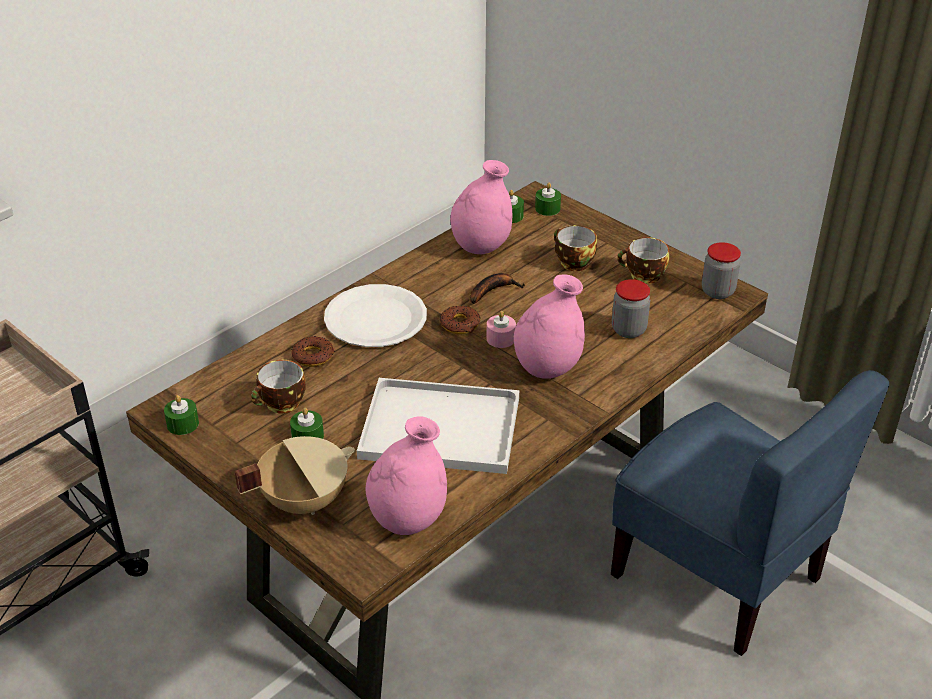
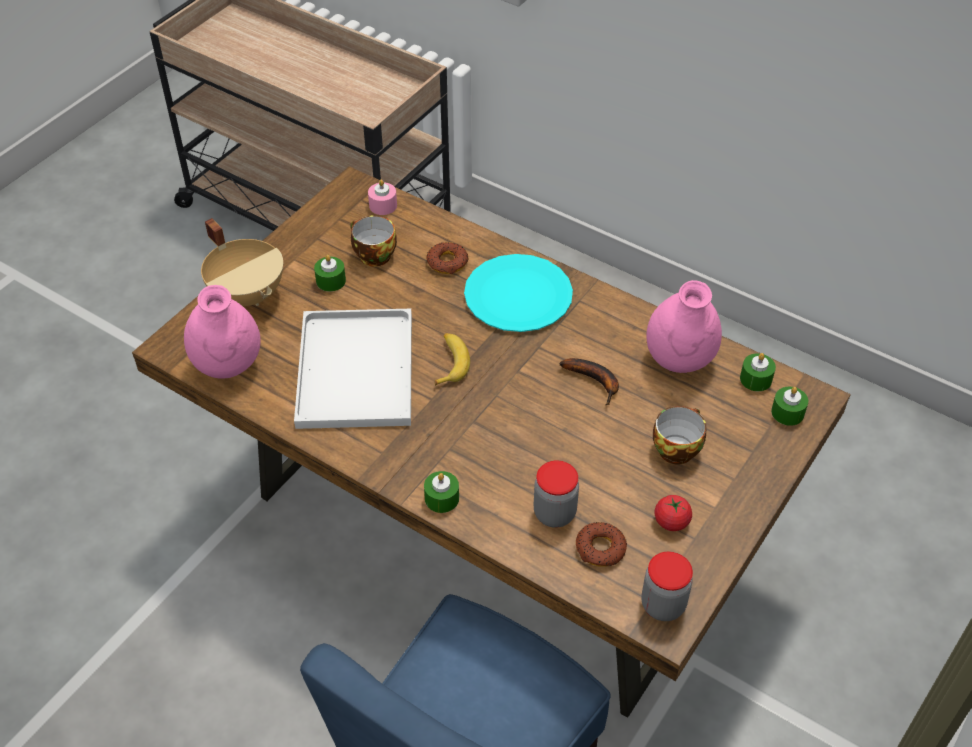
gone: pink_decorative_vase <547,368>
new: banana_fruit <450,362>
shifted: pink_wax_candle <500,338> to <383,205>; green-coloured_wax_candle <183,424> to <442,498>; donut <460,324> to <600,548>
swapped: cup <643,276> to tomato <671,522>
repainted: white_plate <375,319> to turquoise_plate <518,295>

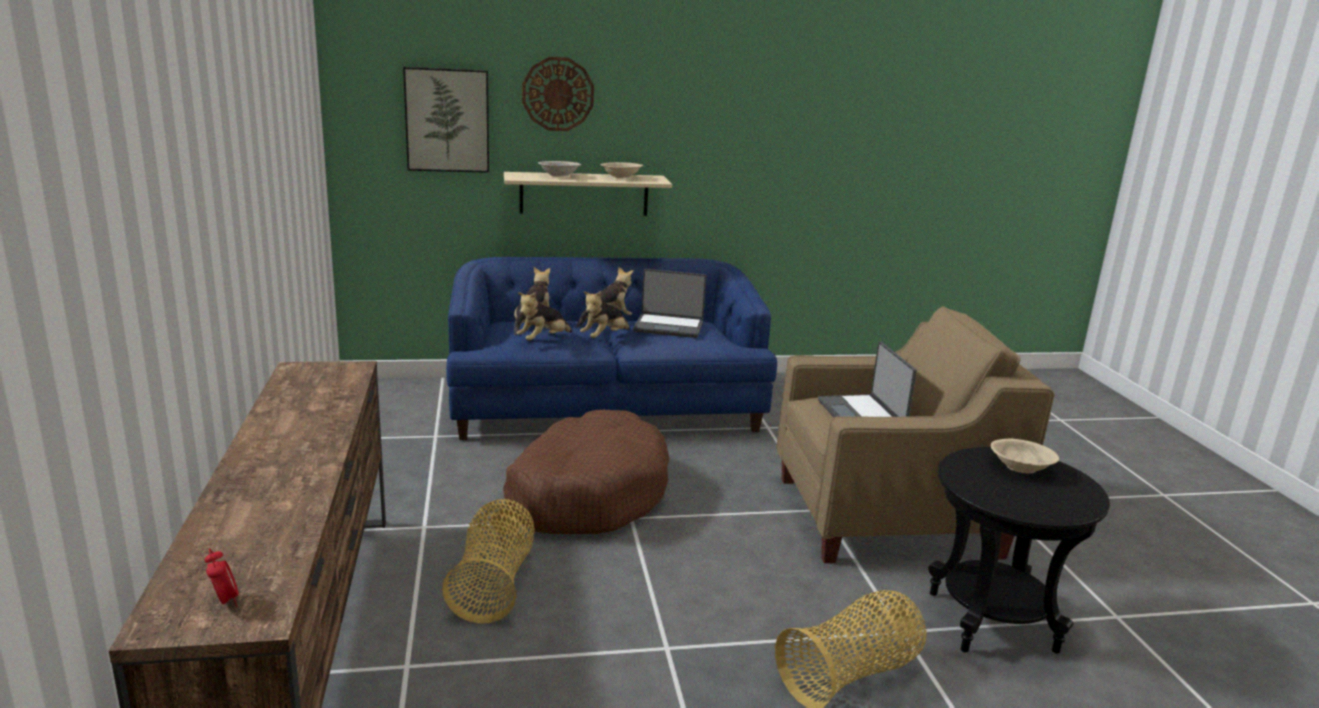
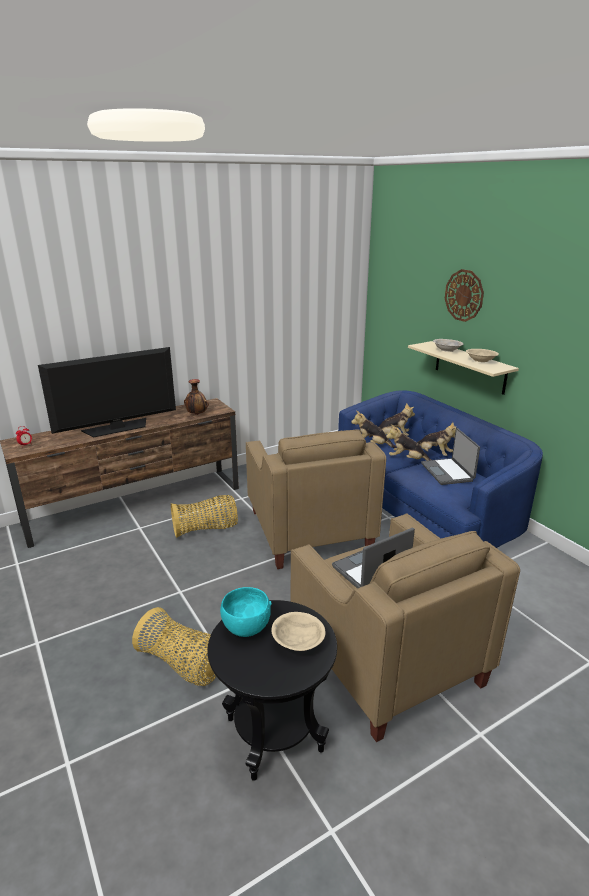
gone: wall_art <447,120>
new: TV <117,428>; decorative_vase <196,414>; turquoise_serving_bowl <246,626>
swapped: brown_pet_bed <587,493> to beige-coloured_armchair <308,530>

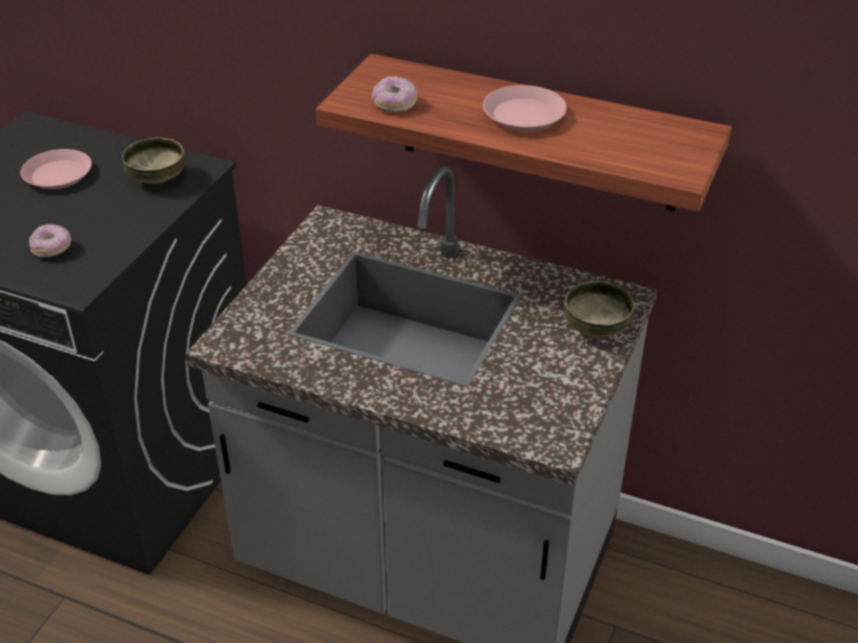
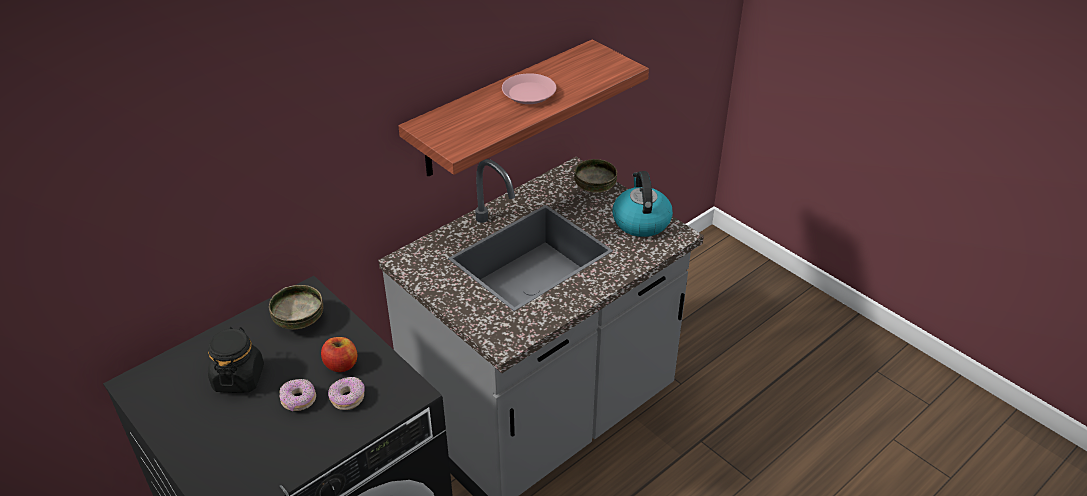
new: whole_apple <341,365>; kettle <640,221>
shifted: donut <394,104> to <299,400>
swapped: pink_plate <58,175> to black_jar <239,378>

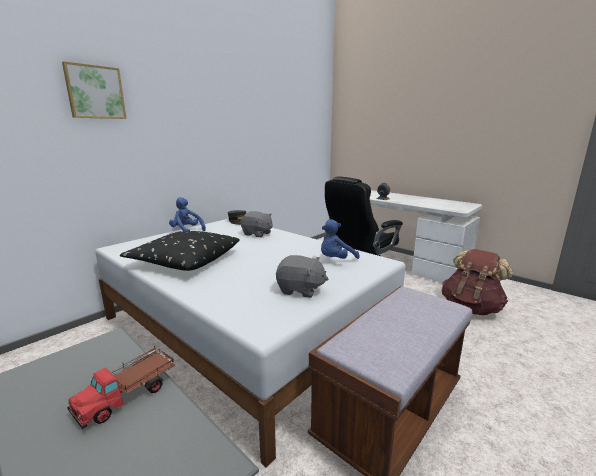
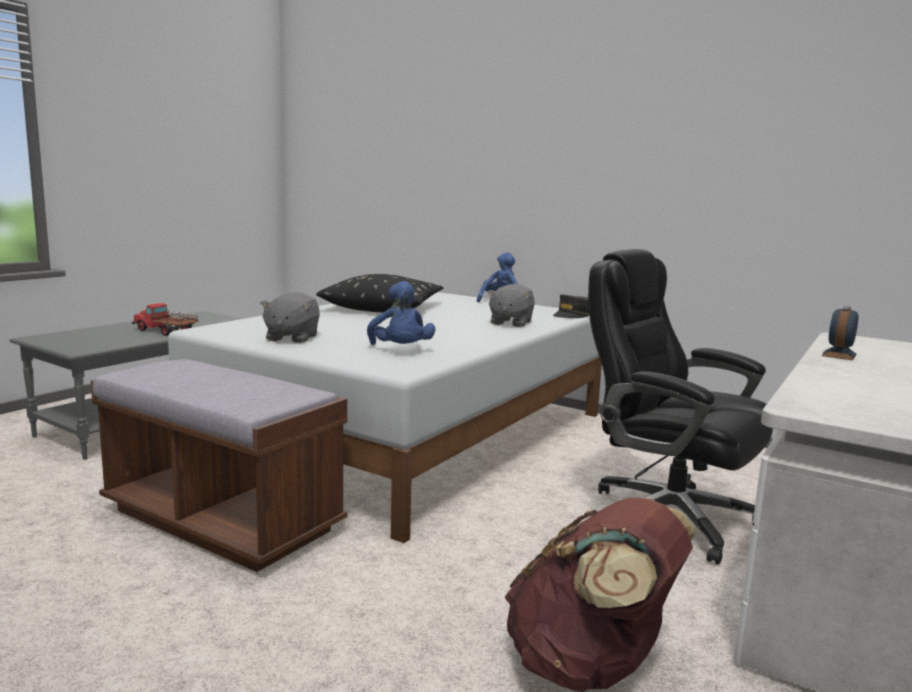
gone: wall_art <95,92>
rotated: blue_plush_toy <336,260> = <400,350> 150 degrees counterclockwise

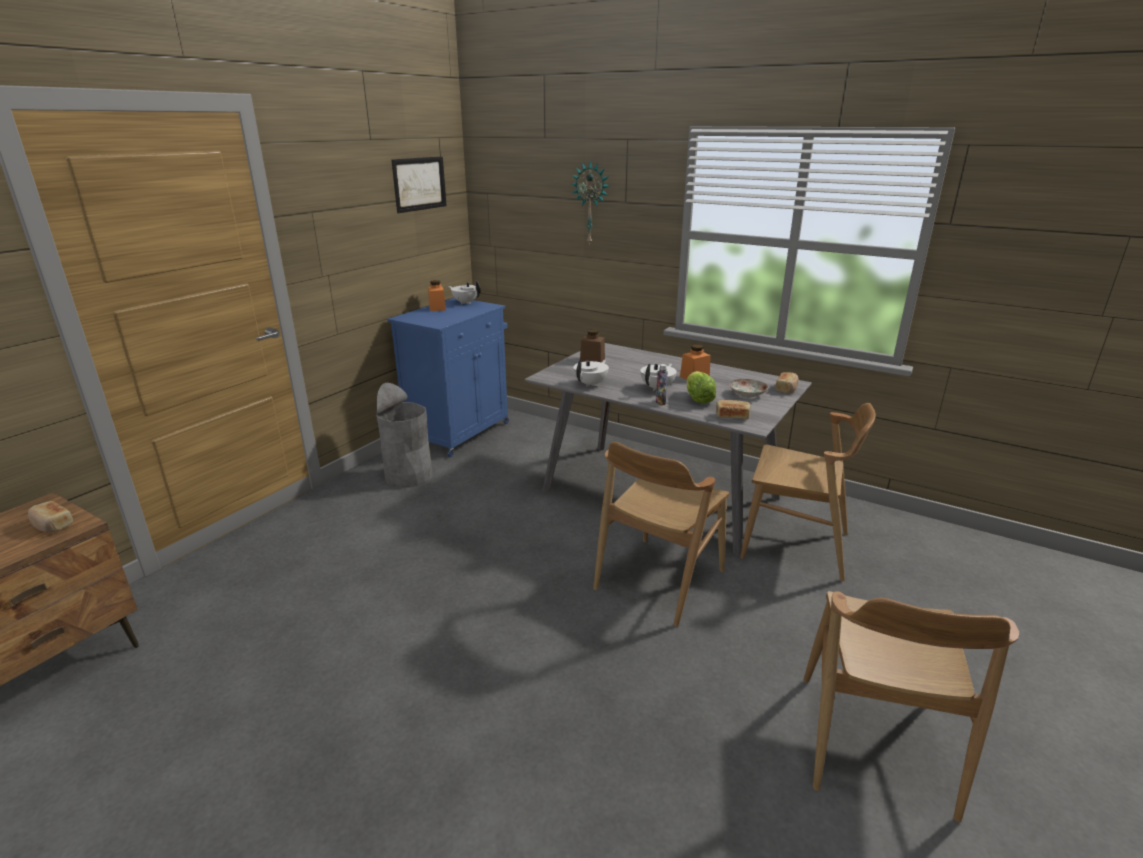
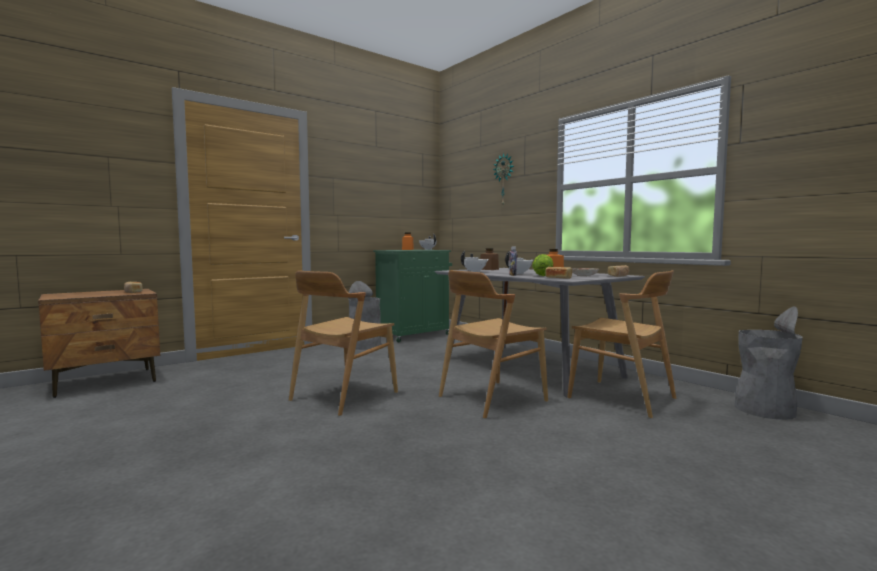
gone: wall_art <419,184>
new: gray_trash_can <764,410>
shifted: brown_plain_chair <873,743> to <343,396>
repainted: blue_cabinet <459,432> to green-coloured_cabinet <414,335>

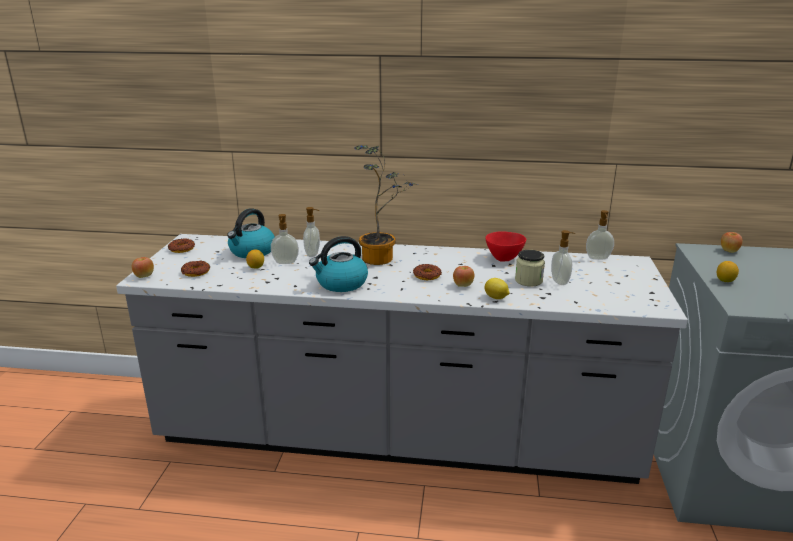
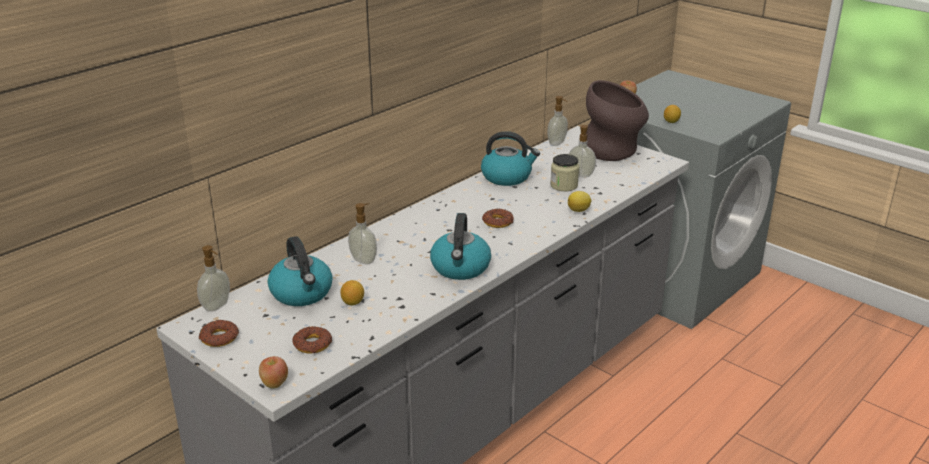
gone: houseplant <382,258>; whole_apple <463,285>
new: brown_decorative_vase <613,152>
shifted: liquid_soap_bottle <285,263> to <217,306>
swapped: red-coloured_serving_bowl <504,258> to kettle <507,177>

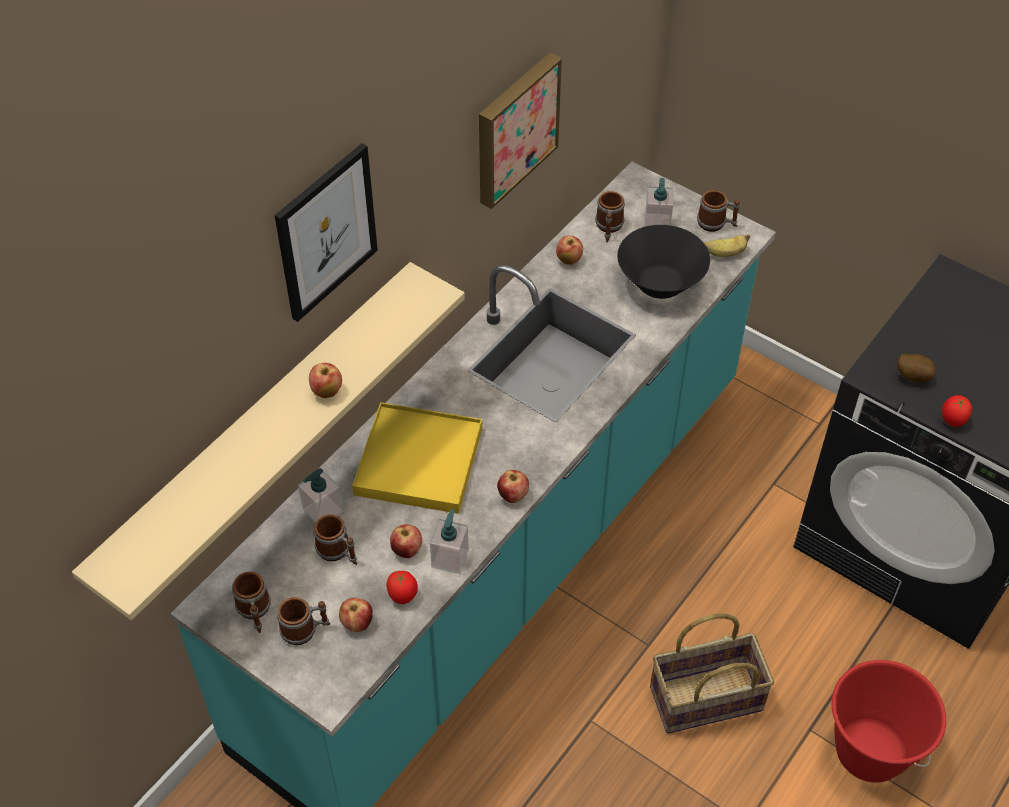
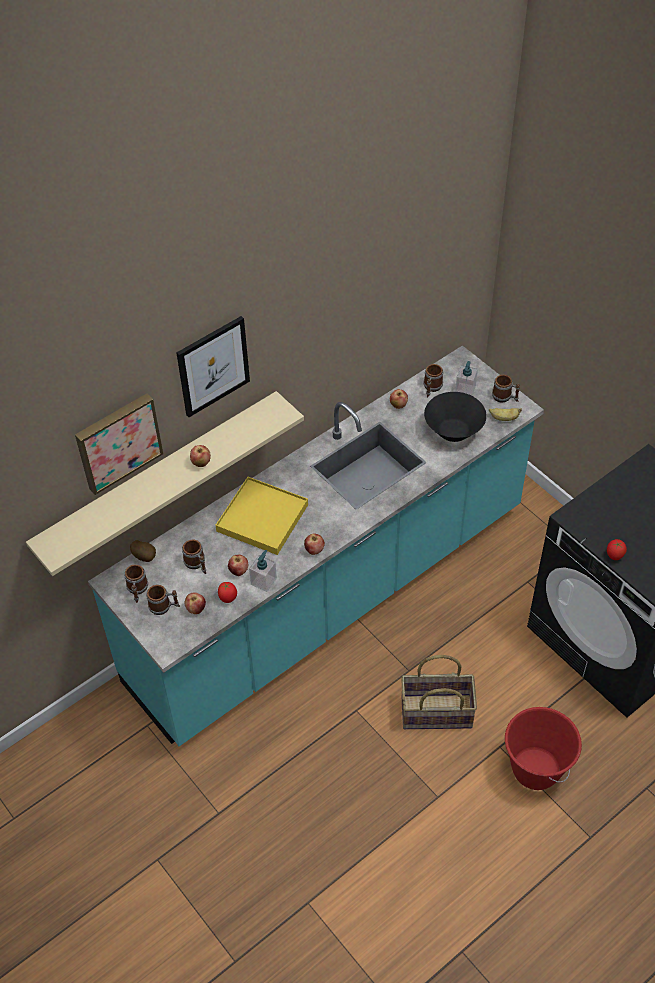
gone: liquid_soap_bottle <322,511>
shifted: wall_art <514,128> to <117,441>; potato <912,376> to <145,556>

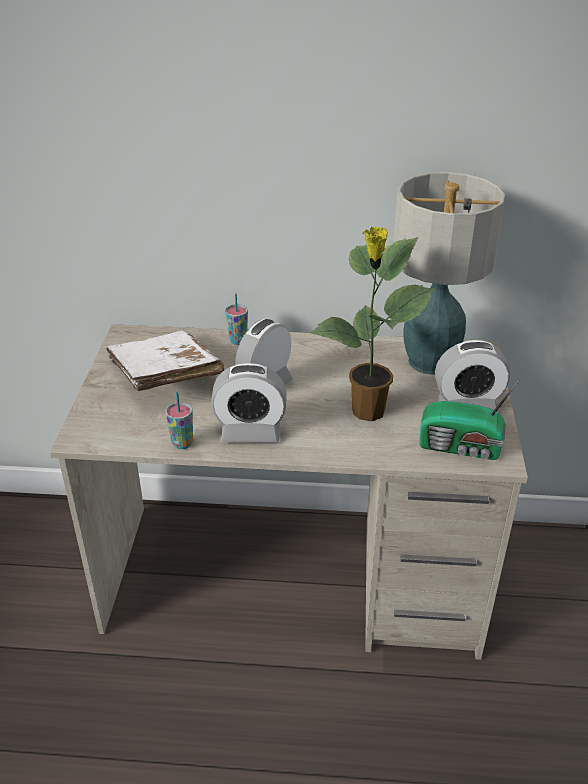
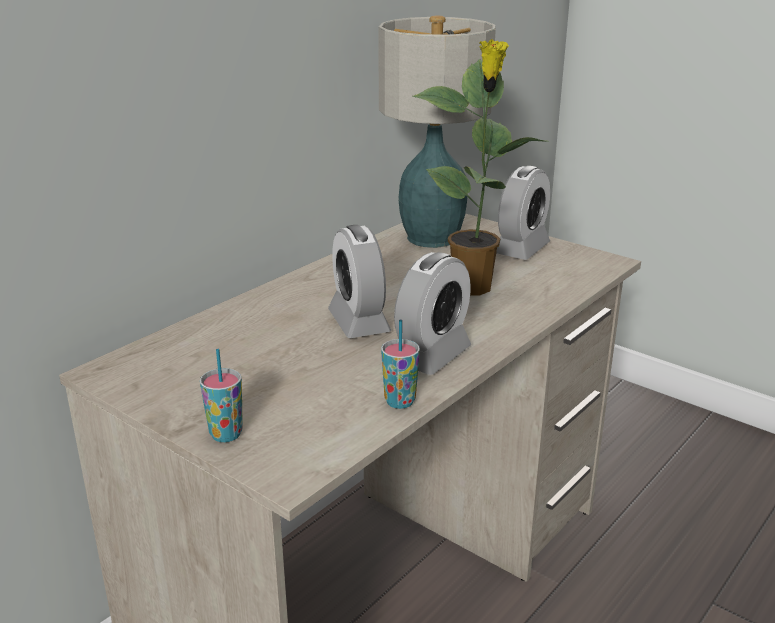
gone: white_book <165,377>; radio_set <462,447>
shifted: cup <238,340> to <226,434>

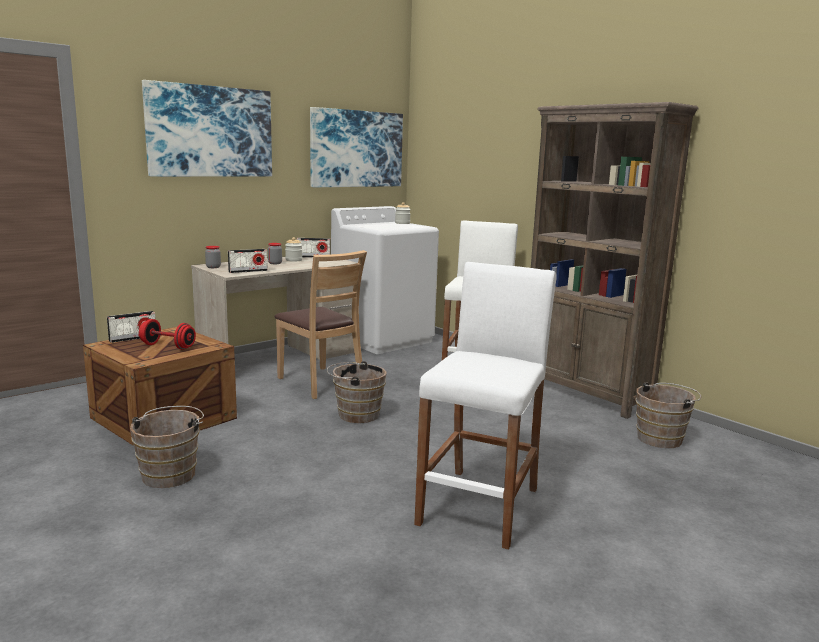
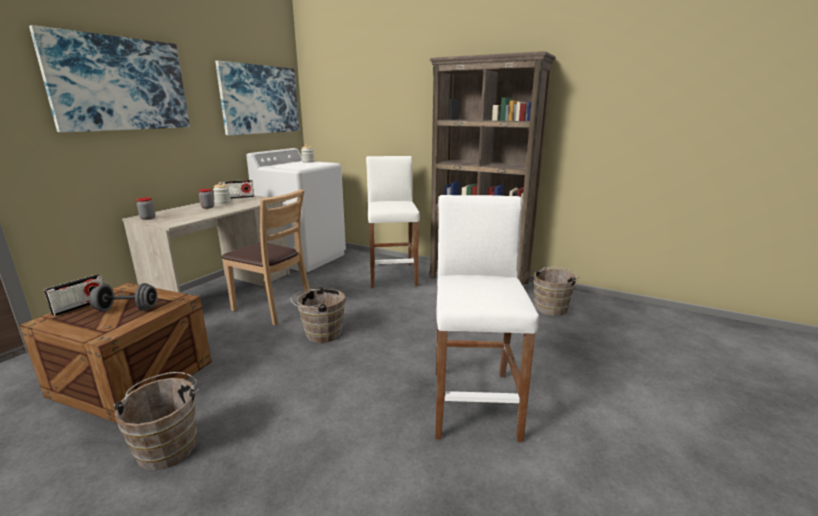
gone: radio_set <248,271>
repainted: red-coloured_dumbbell <168,346> to gray_dumbbell <127,309>

